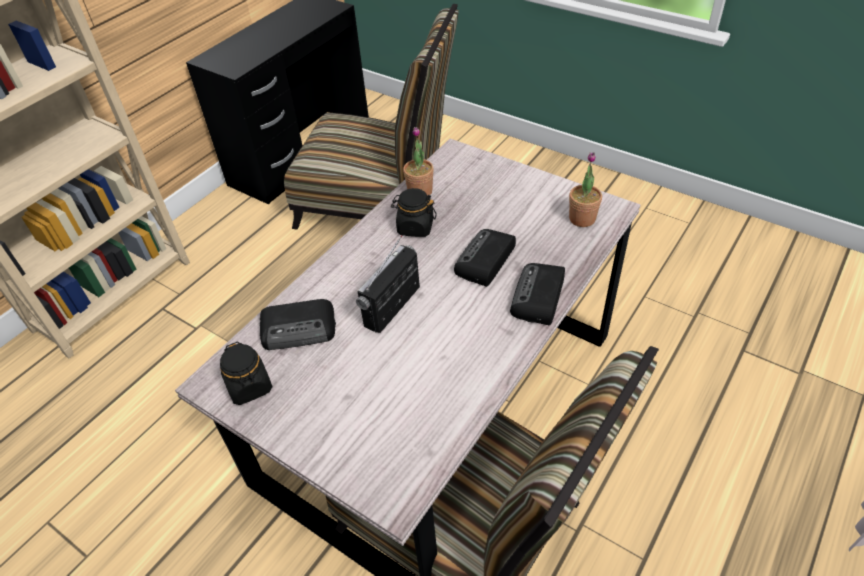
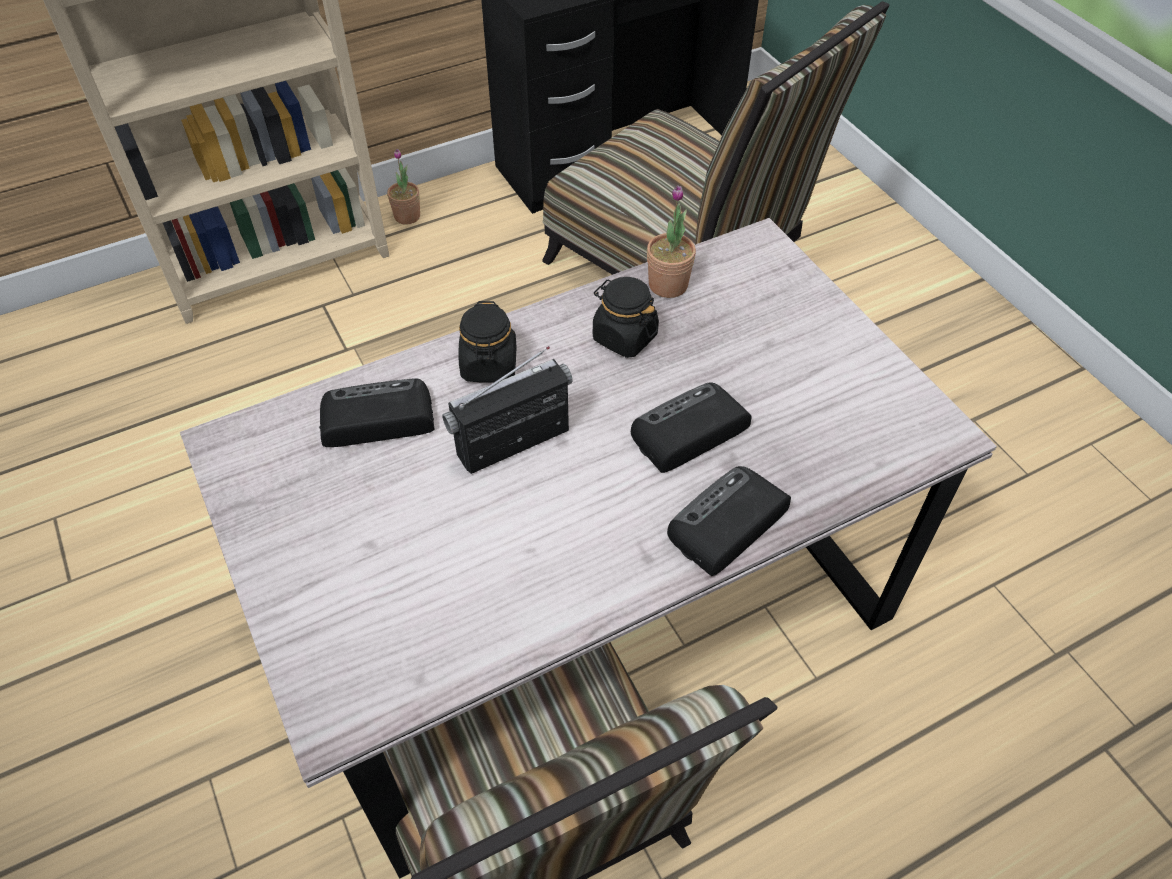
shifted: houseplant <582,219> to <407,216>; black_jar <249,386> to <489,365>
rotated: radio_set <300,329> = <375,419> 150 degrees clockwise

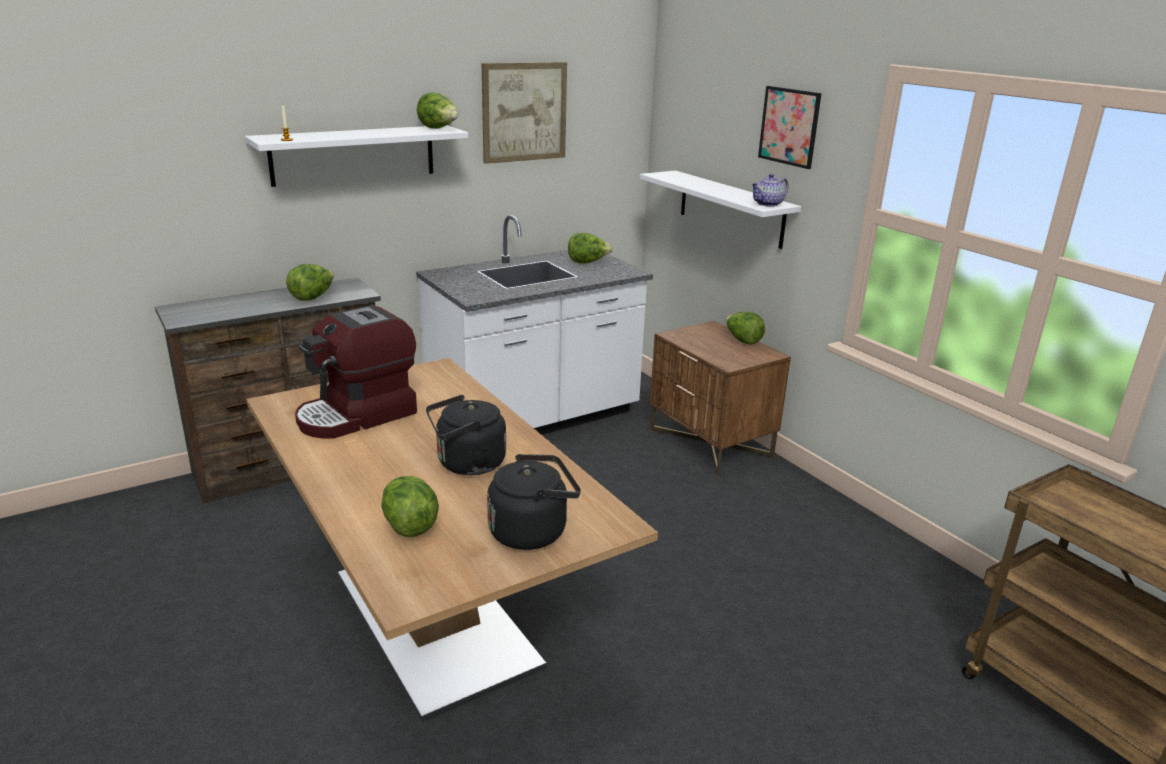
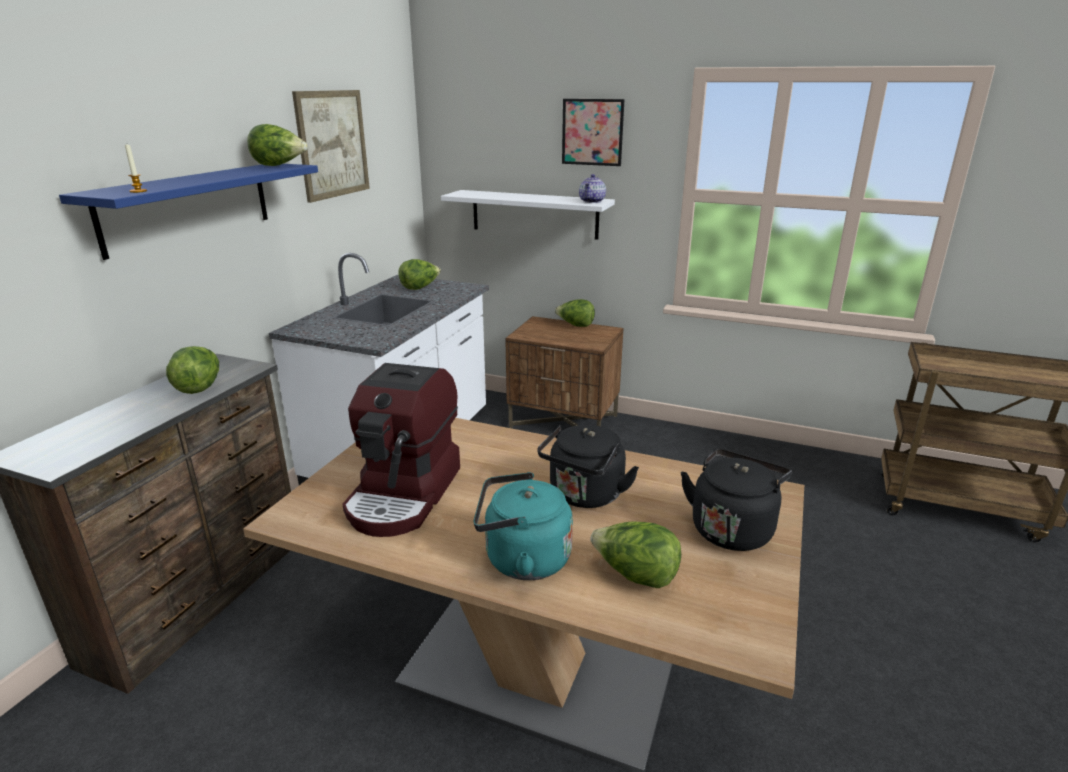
new: turquoise_kettle <522,559>
repainted: white_wall_shelf <353,155> to blue_wall_shelf <188,207>

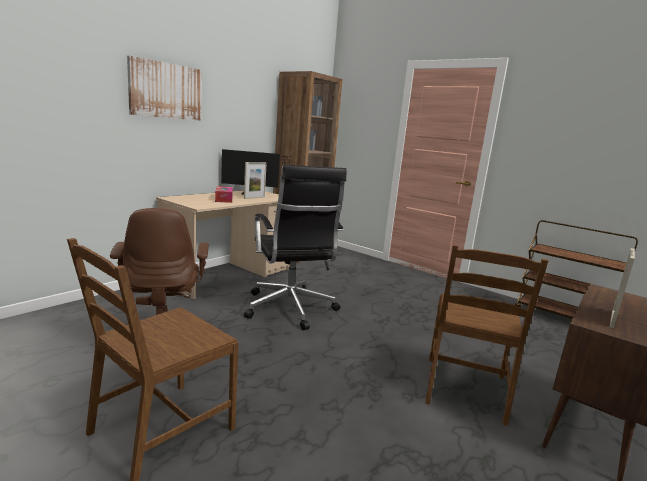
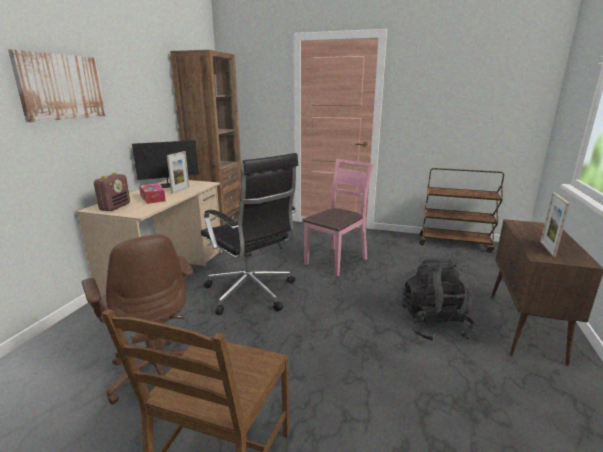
new: radio_set <115,207>; pink_plain_chair <336,261>
swapped: brown_plain_chair <465,389> to black_knapsack <434,325>

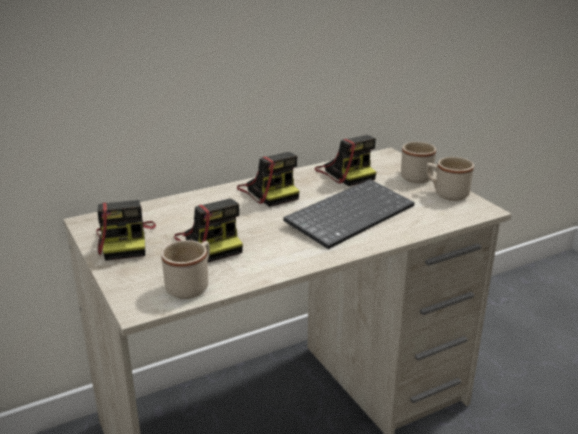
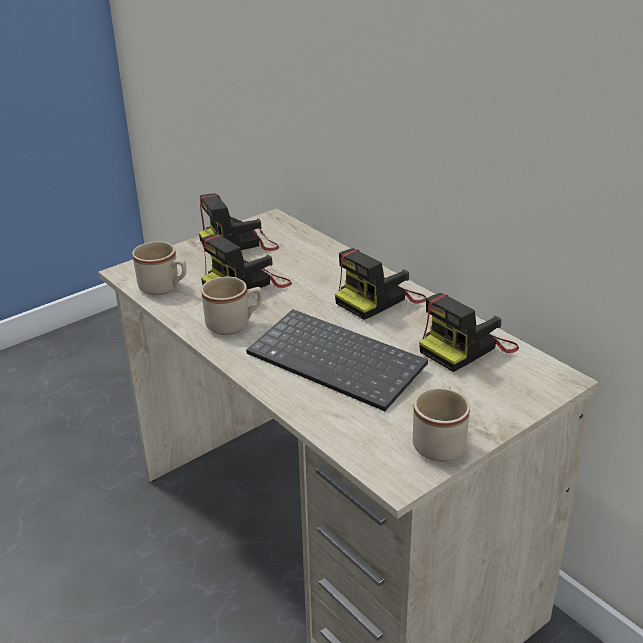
shifted: beige-coloured_tea_mug <415,175> to <234,324>

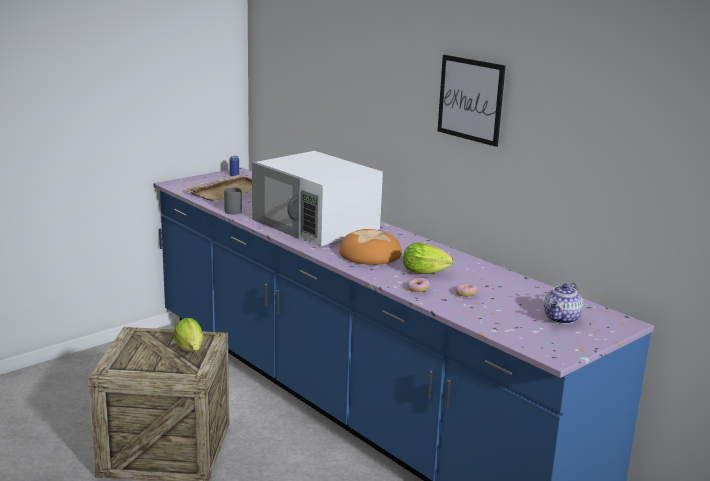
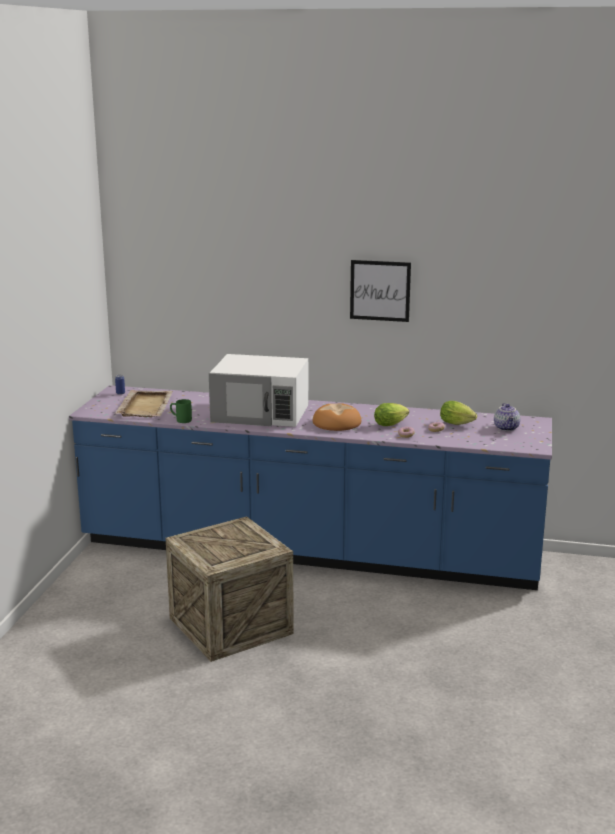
shifted: lettuce_head <191,350> to <458,424>
repainted: gray_tea_mug <231,210> to green-coloured_tea_mug <180,420>

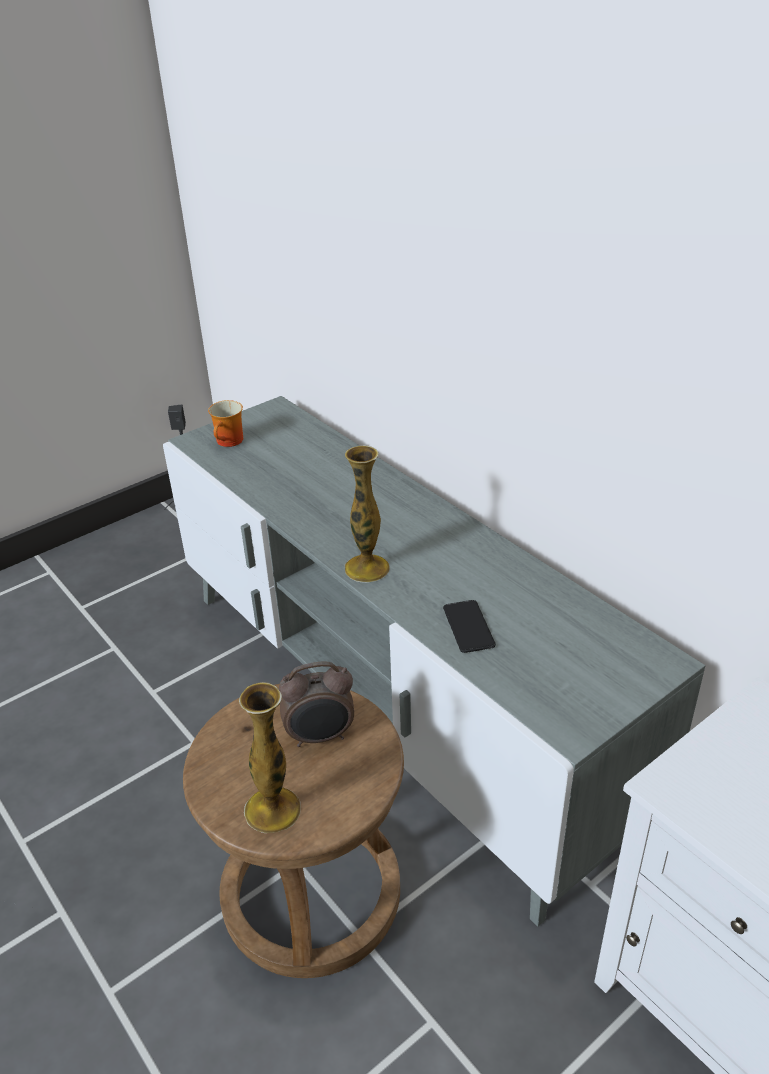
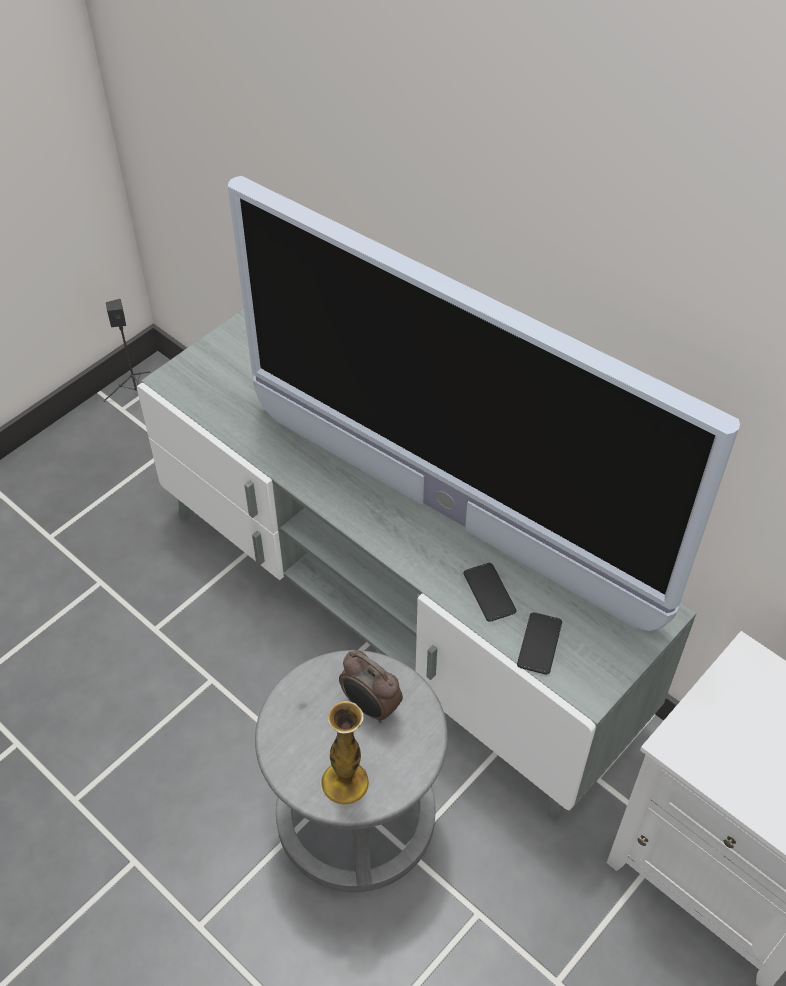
gone: tea_mug <230,442>; decorative_vase <367,568>
new: TV <448,513>; handset <539,644>
repainted: brown_stool_seat <313,893> to gray_stool_seat <357,816>
rotated: alarm_clock <320,737> = <370,707> 60 degrees clockwise

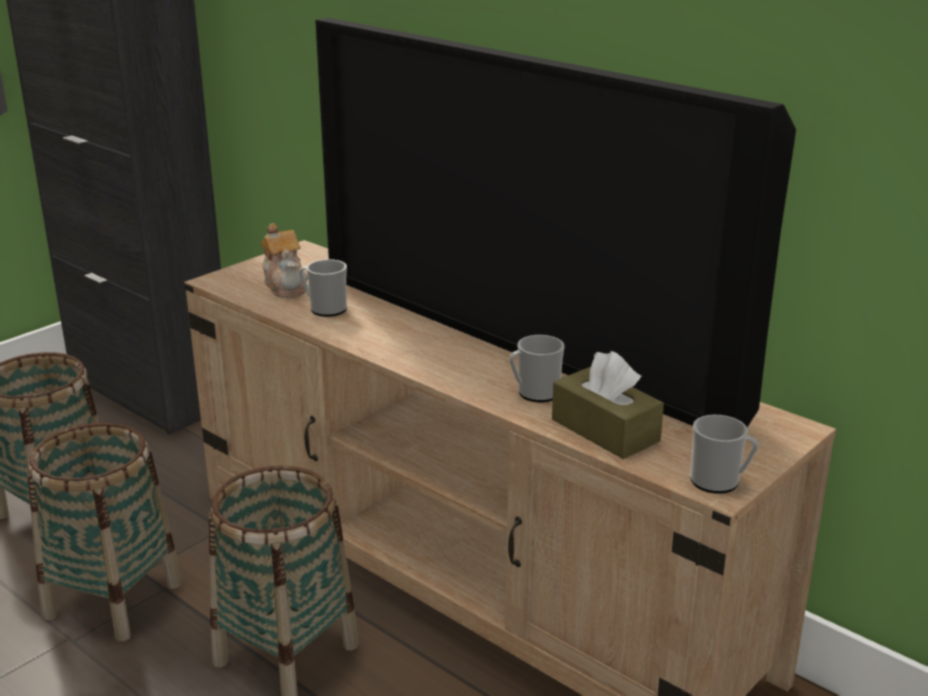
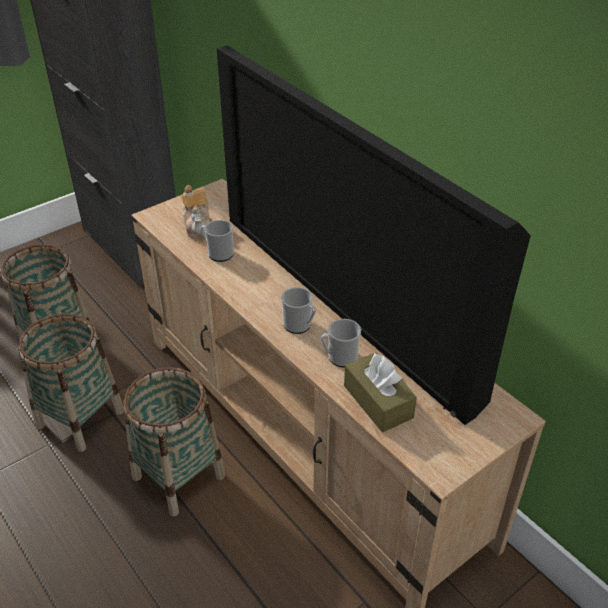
shifted: tea_mug <720,482> to <300,326>

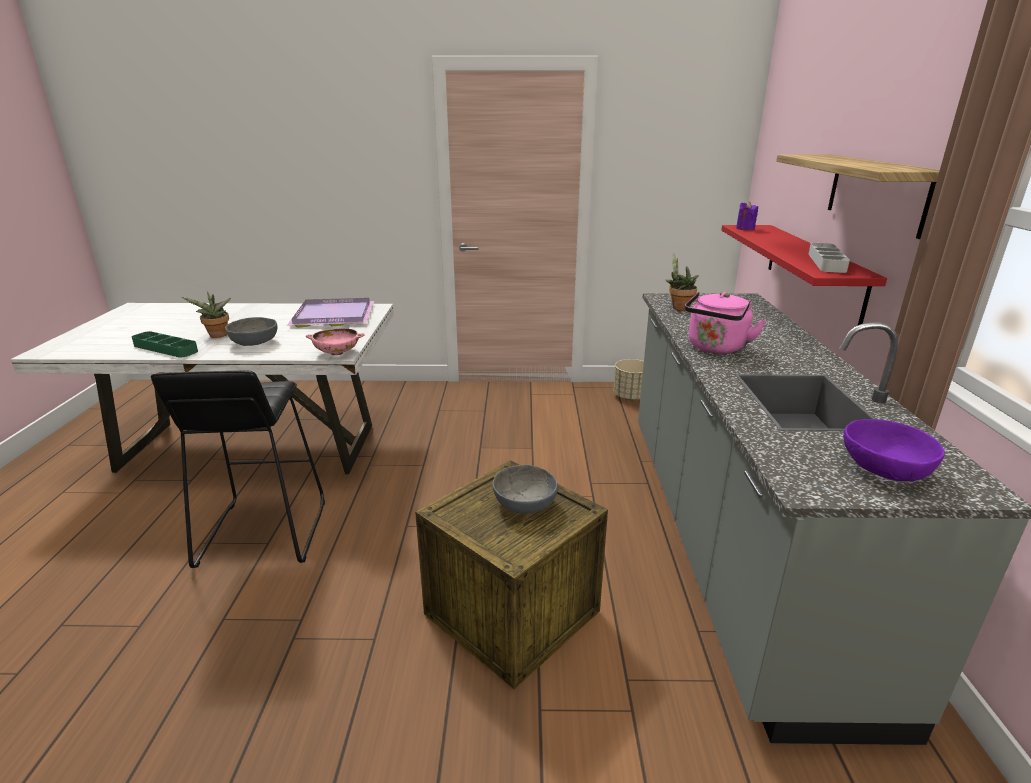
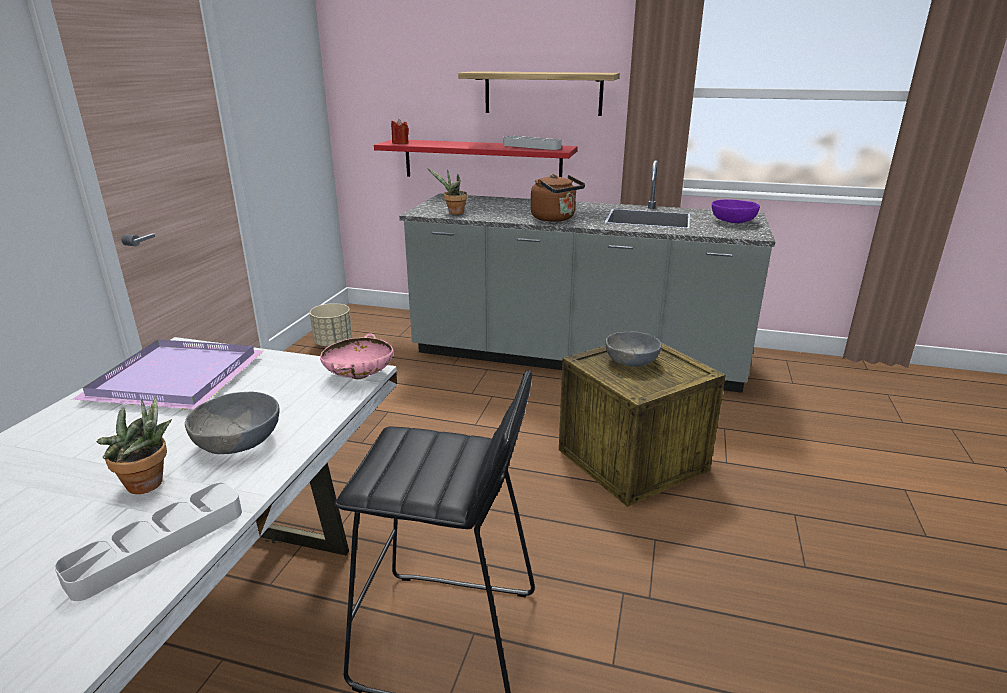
repainted: green-coloured_carrying_tray <165,348> to gray_carrying_tray <158,544>; purplish_wax_candle <745,228> to red-coloured_wax_candle <400,143>; pink_kettle <716,348> to brown_kettle <555,219>

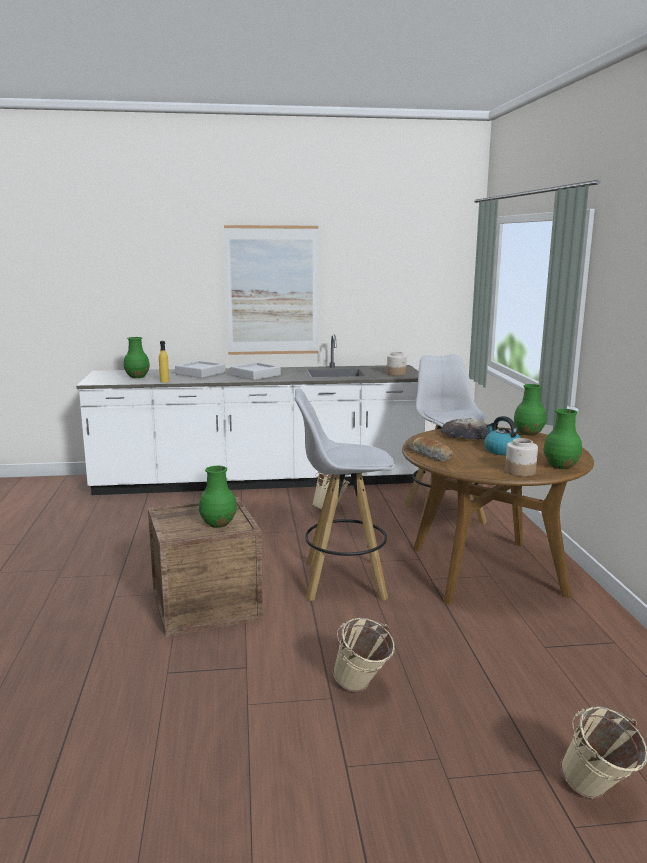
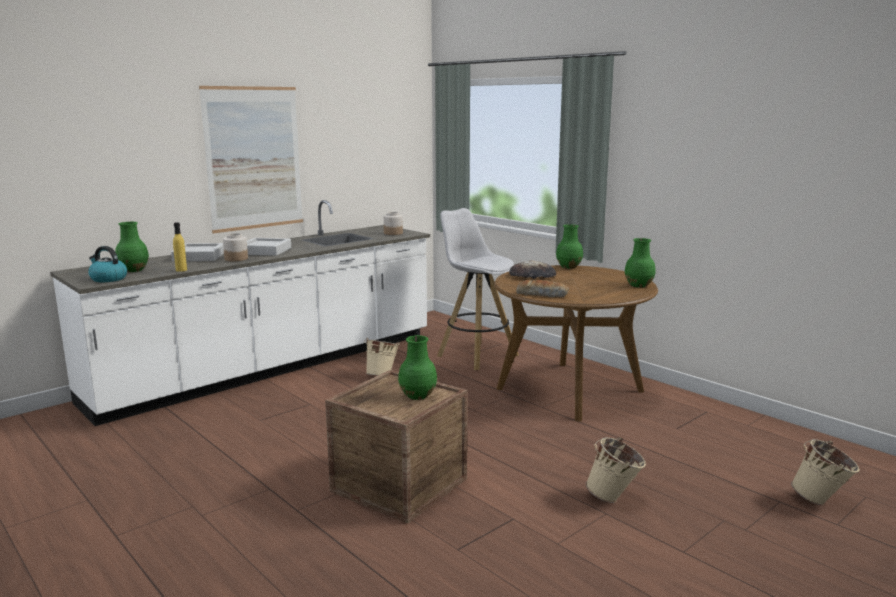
gone: white_stool_seat <342,581>
shifted: kettle <501,450> to <108,279>; jar <520,471> to <236,259>

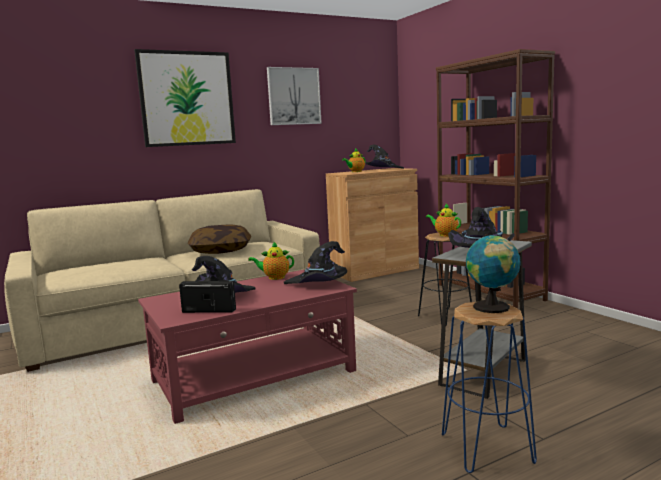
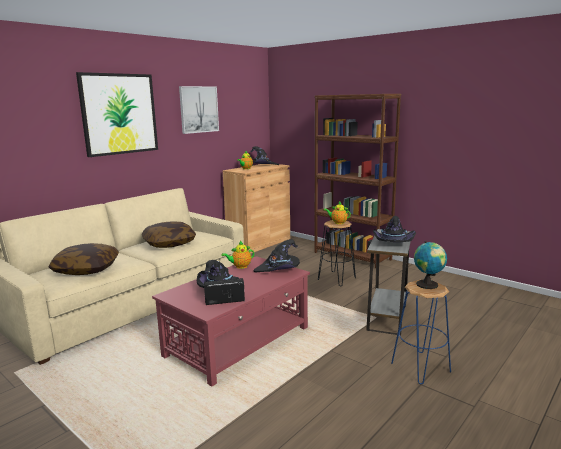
new: pillow <86,270>

